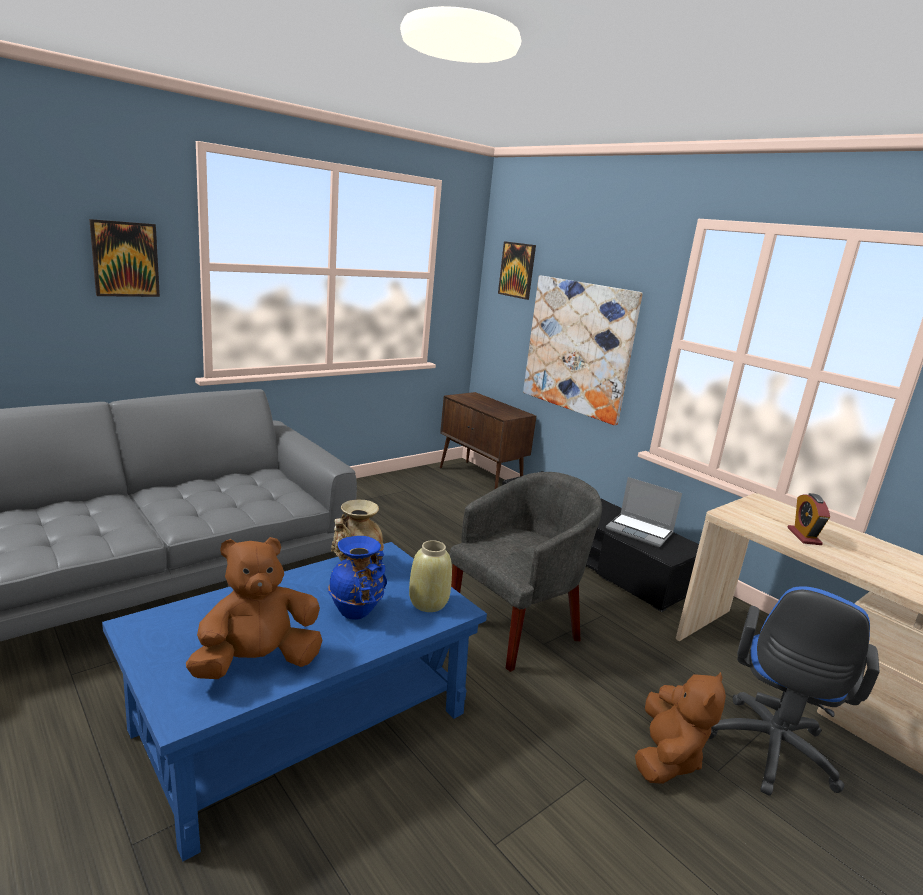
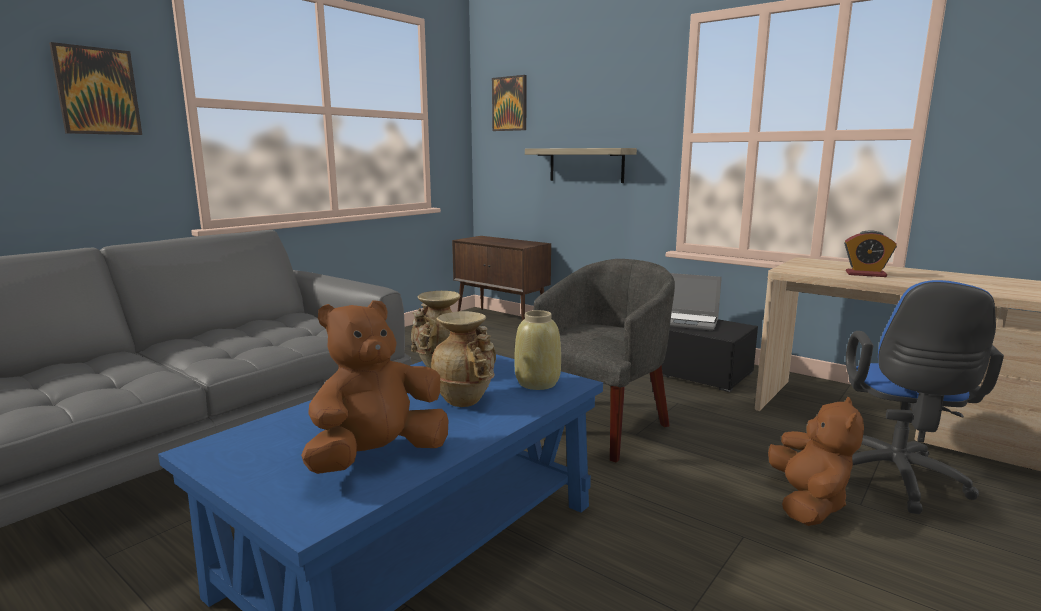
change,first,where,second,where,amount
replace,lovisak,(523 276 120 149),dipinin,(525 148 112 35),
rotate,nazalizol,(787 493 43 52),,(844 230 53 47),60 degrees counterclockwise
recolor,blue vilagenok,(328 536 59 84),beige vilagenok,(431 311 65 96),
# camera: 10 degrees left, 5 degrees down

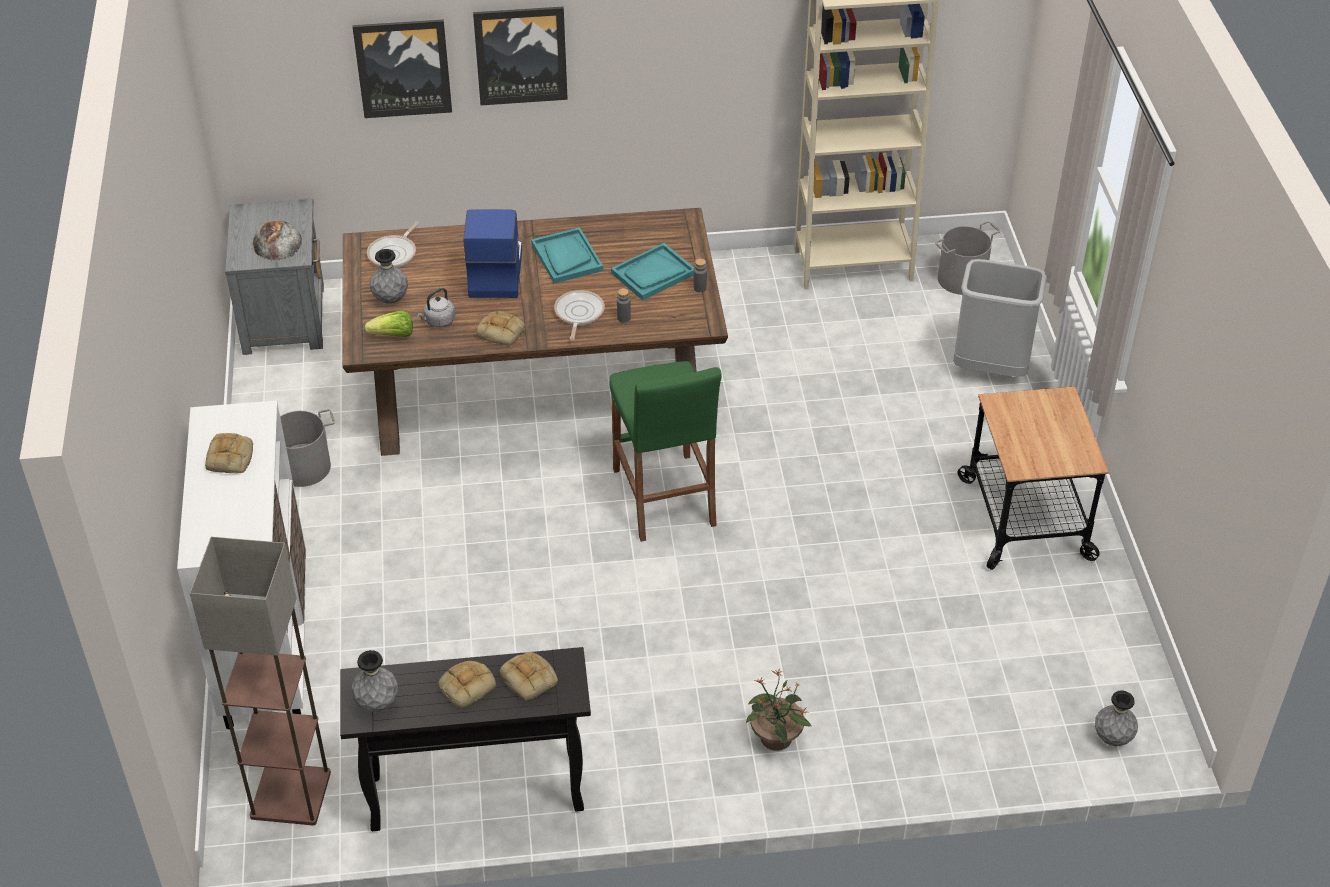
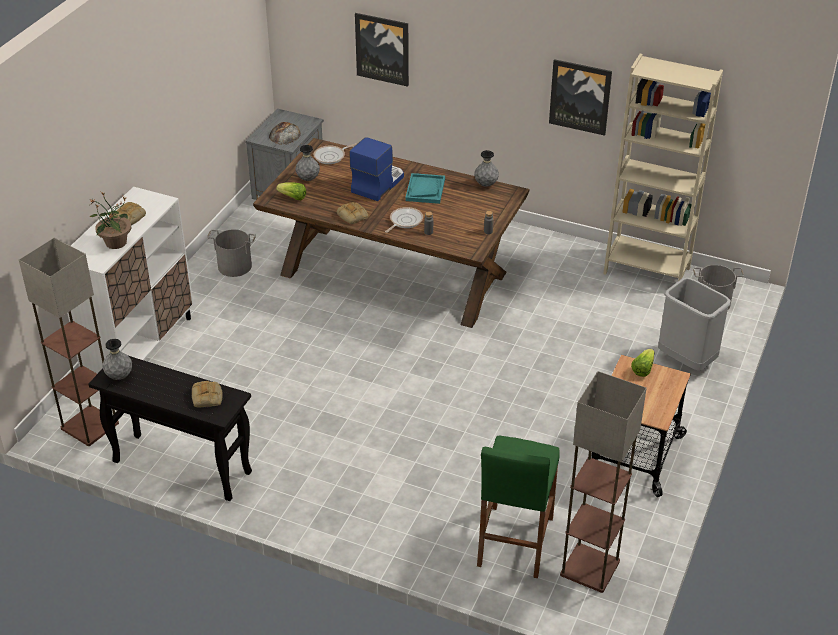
change,first,where,second,where,amount
move,lovisak,(473 7 95 98),,(549 59 63 77),
delete,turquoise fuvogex,(611 243 83 57),,,
delete,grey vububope,(416 288 40 39),,,
move,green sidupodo,(609 361 113 181),,(477 436 83 142),
delete,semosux,(438 661 58 48),,,
move,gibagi,(746 669 65 82),,(89 192 42 57),
move,grey vilagenok,(1095 691 43 55),,(474 150 25 37),
insert,,,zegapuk,(631 349 24 28),
insert,,,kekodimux,(560 371 87 222),
# camera: 30 degrees right, 5 degrees down

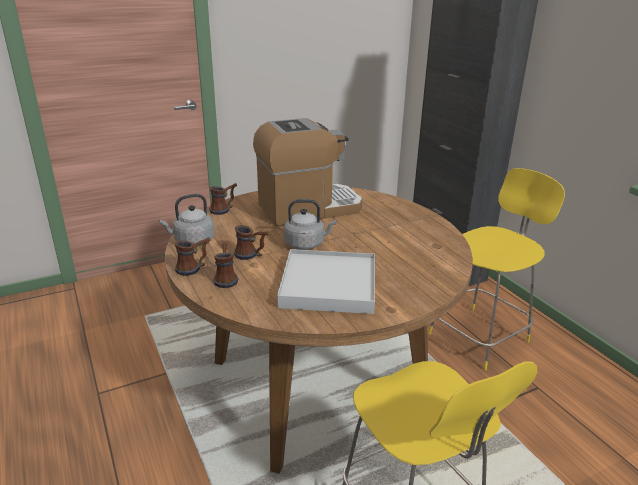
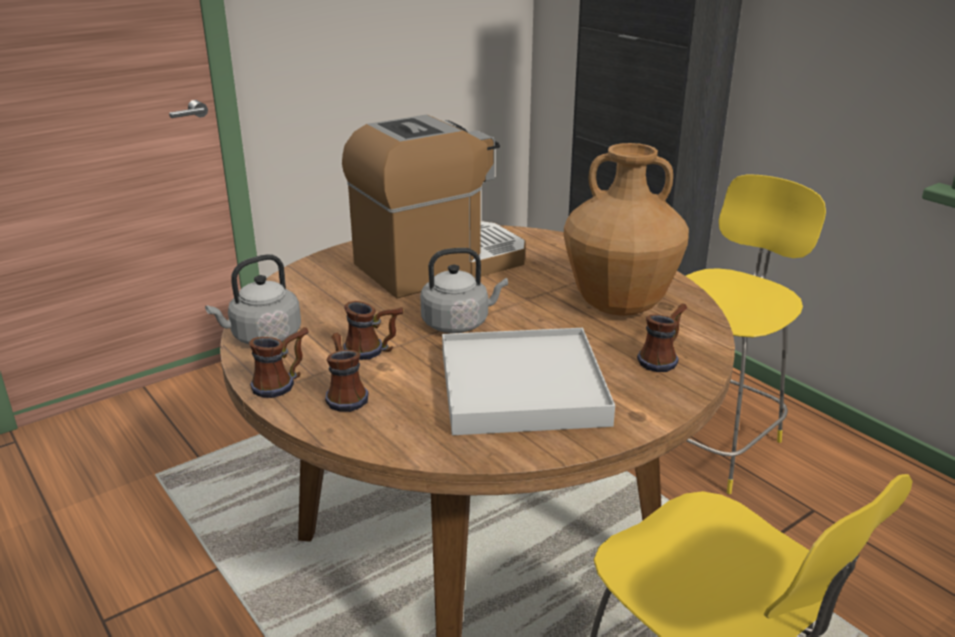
change,first,where,second,where,amount
move,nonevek,(209 183 28 32),,(637 304 50 68),
insert,,,brown vilagenok,(564 143 125 173),
# camera: 10 degrees left, 0 degrees up

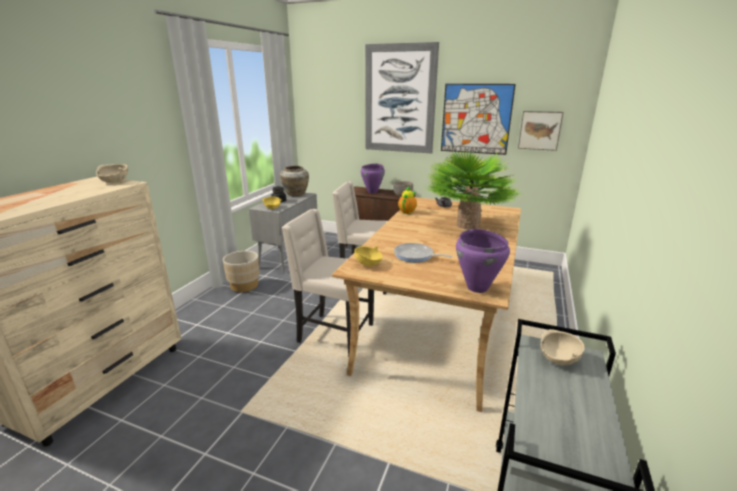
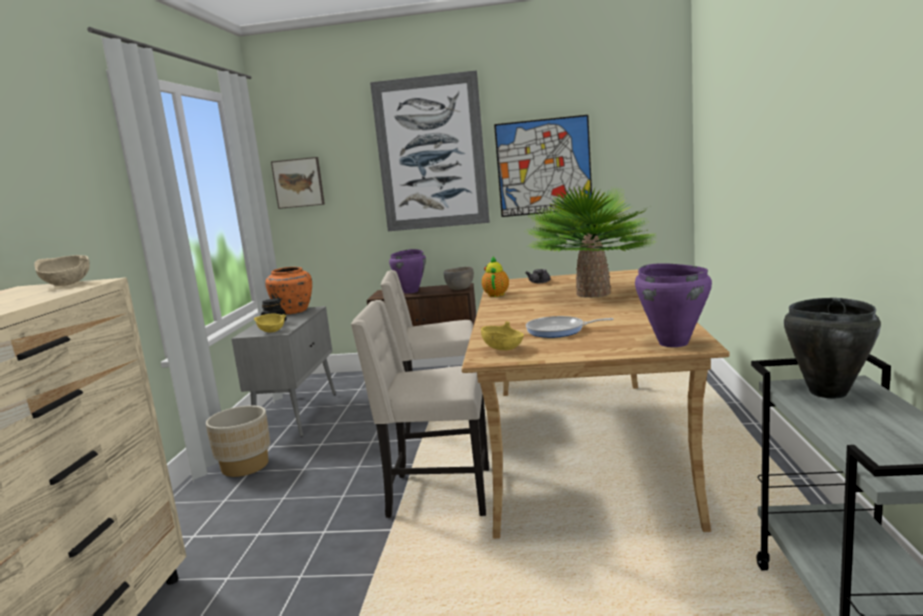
change,first,where,second,where,amount
move,lovisak,(518 111 46 40),,(271 157 54 52),
recolor,beige vilagenok,(280 166 29 30),orange vilagenok,(265 267 47 47),
replace,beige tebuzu,(541 329 43 36),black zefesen,(784 298 97 101),
# camera: 15 degrees left, 10 degrees down

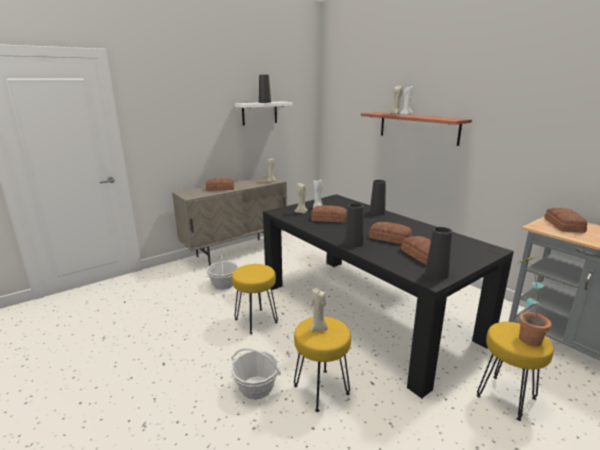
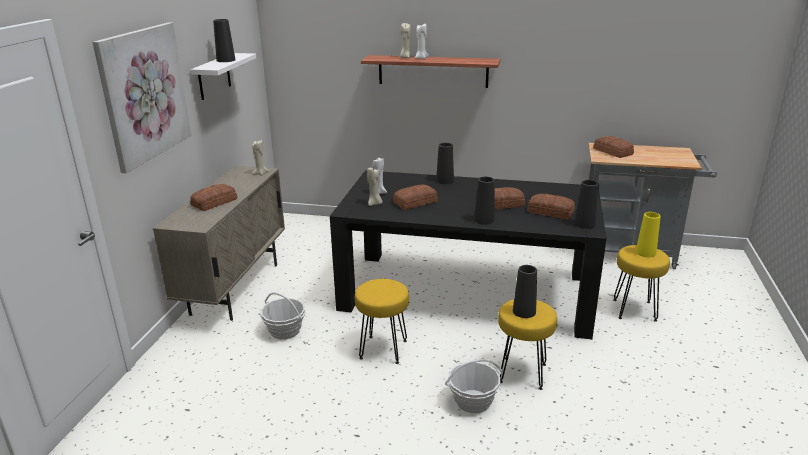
change,first,where,second,where,amount
replace,gibagi,(519 257 33 89),yellow vilagenok,(635 212 26 45),
replace,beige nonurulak,(310 288 18 44),black vilagenok,(513 265 24 53),
insert,,,lovisak,(93 22 98 151),
# camera: 40 degrees left, 5 degrees up

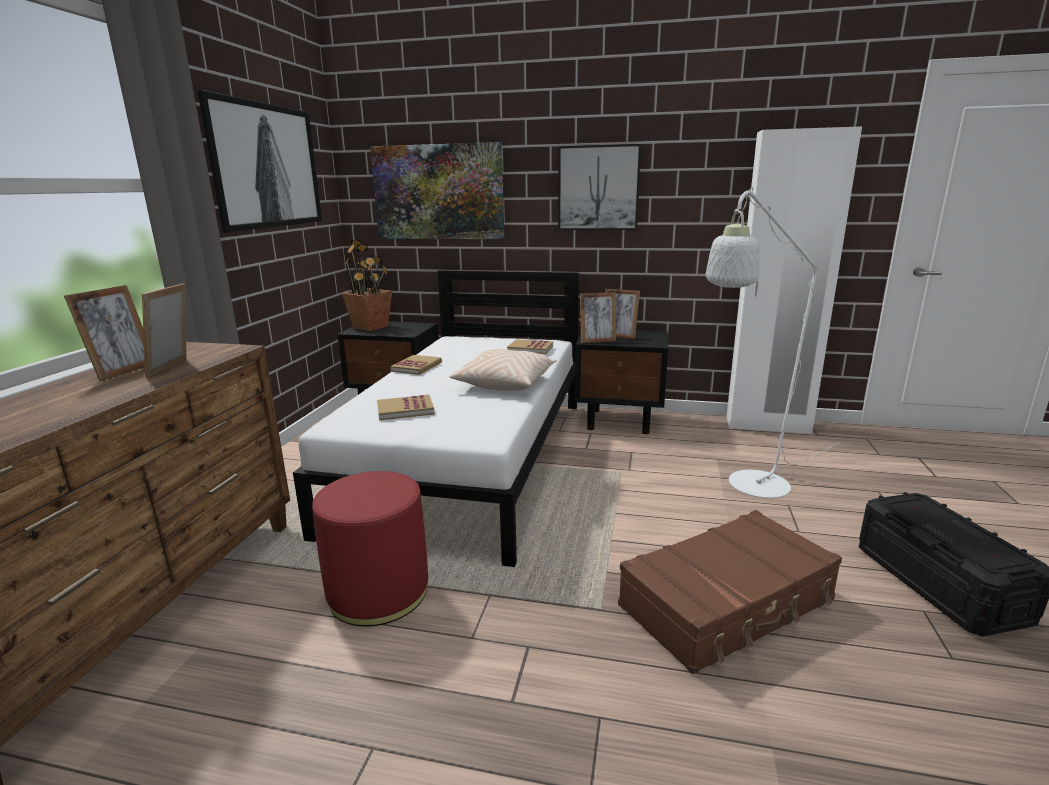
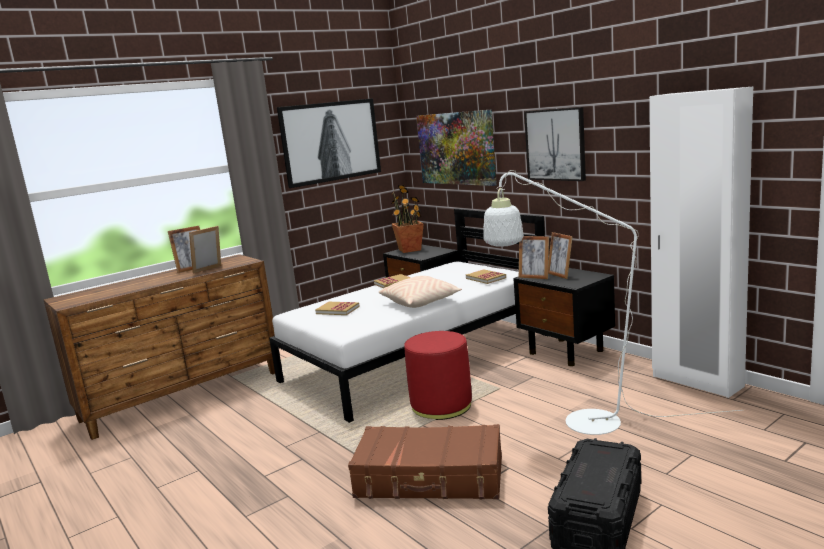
change,first,where,second,where,amount
move,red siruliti,(312 471 116 155),,(404 331 68 89),
# camera: 40 degrees right, 5 degrees down

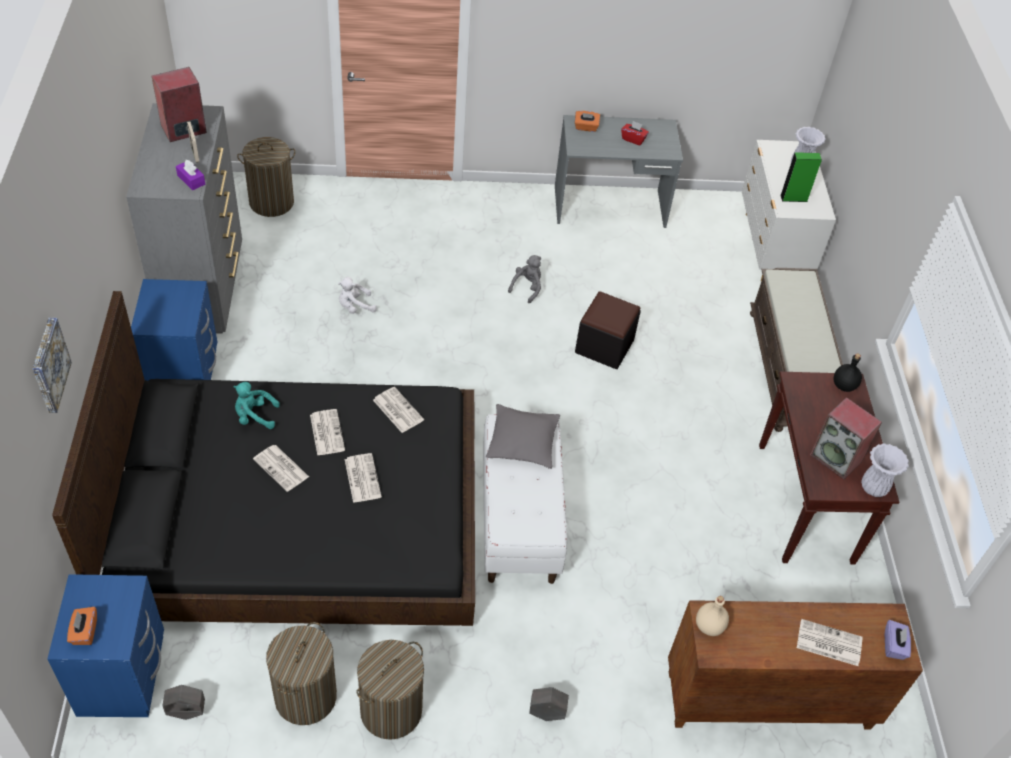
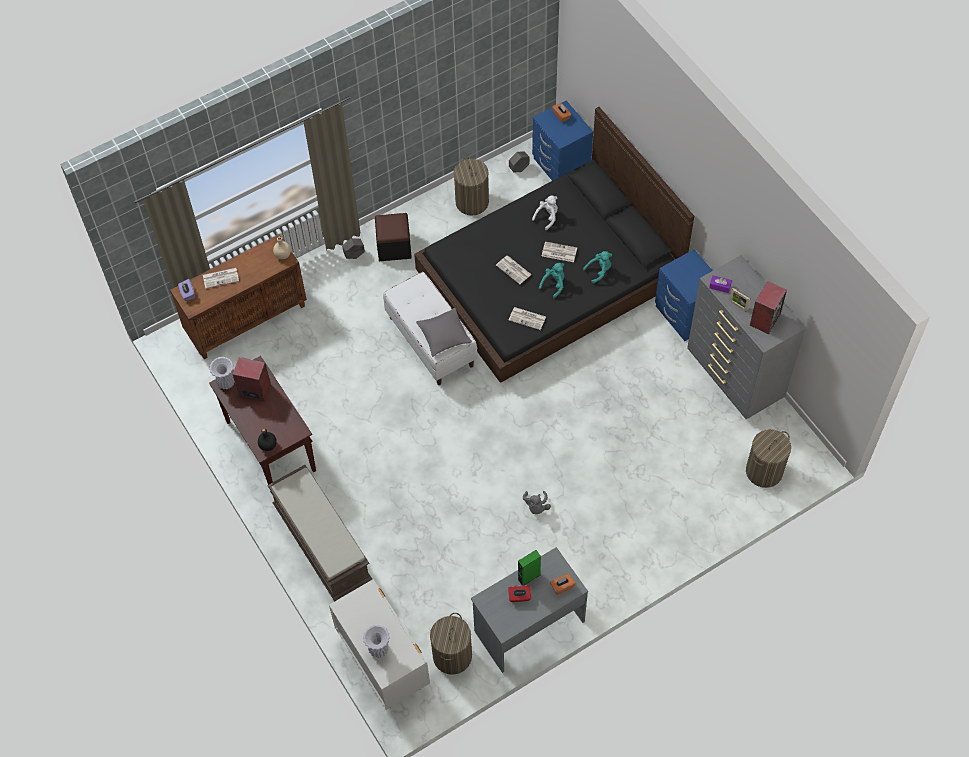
change,first,where,second,where,amount
move,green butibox,(780 152 42 50),,(518 550 23 35),
move,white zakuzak,(338 277 39 37),,(532 196 26 34),
move,black siruliti,(575 291 66 78),,(375 213 37 48),
delete,lovisak,(33 318 39 95),,,
replace,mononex,(310 409 35 47),turquoise zakuzak,(539 263 26 35),
move,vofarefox,(357 640 67 100),,(430 613 42 62),
# camera: 155 degrees right, 10 degrees up

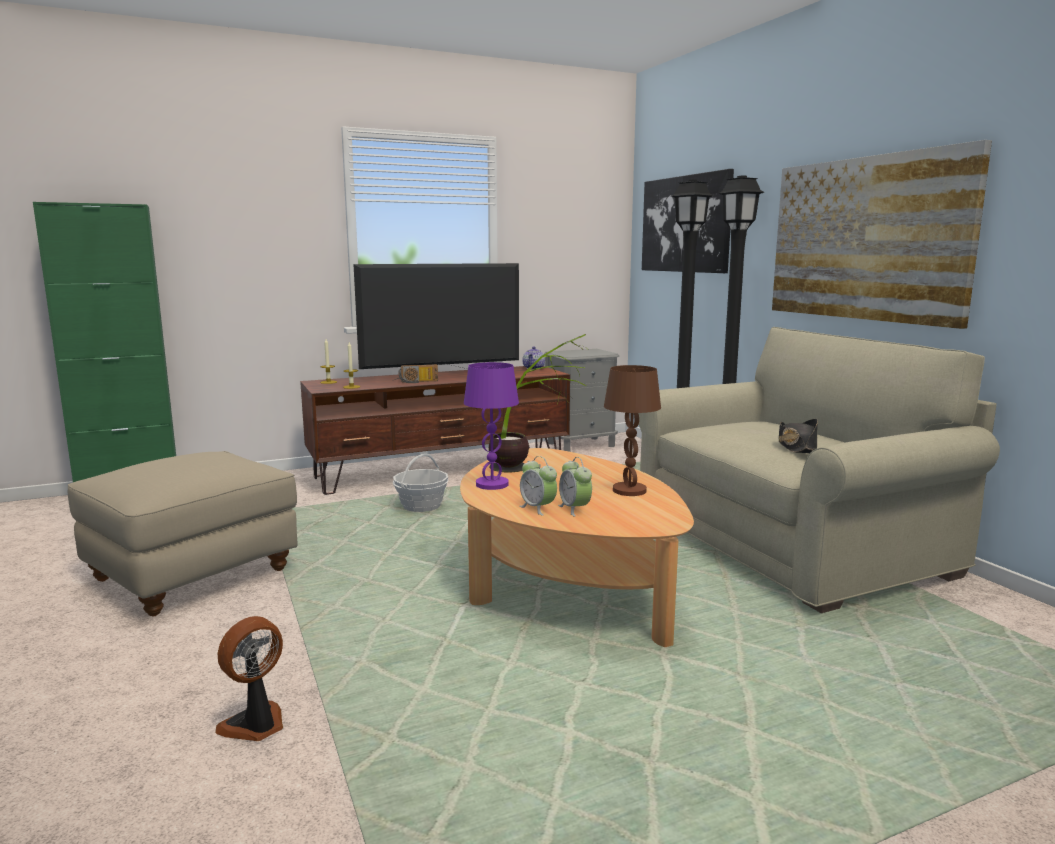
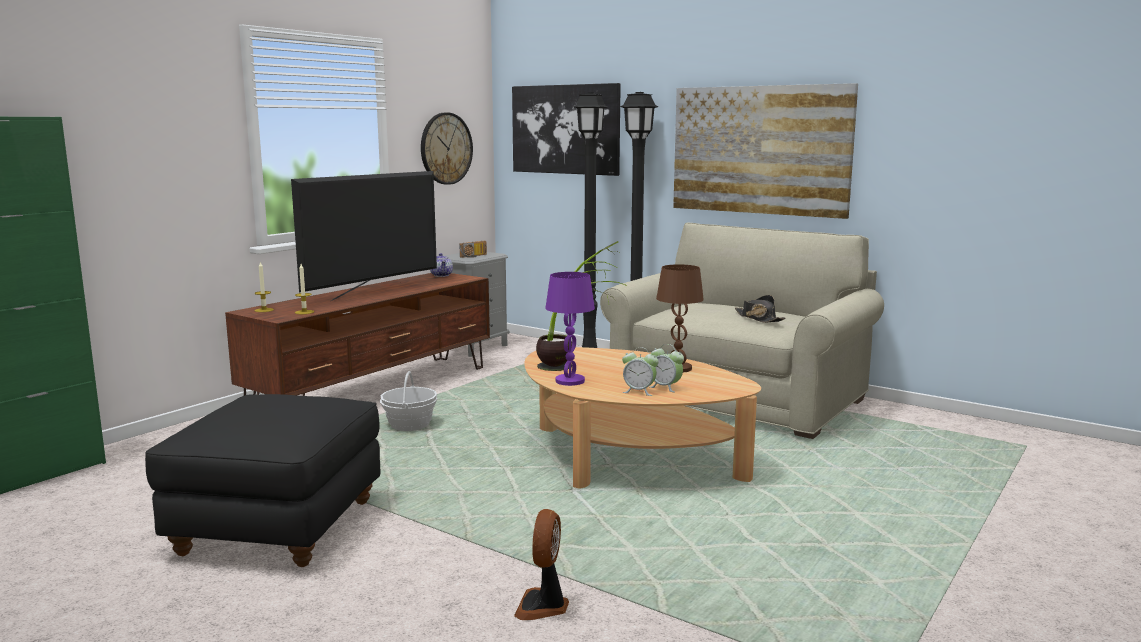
change,first,where,second,where,amount
move,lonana,(398 364 40 19),,(459 241 28 17),
recolor,beige siruliti,(68 451 230 165),black siruliti,(145 394 235 173),
insert,,,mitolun,(421 112 52 73),
# camera: 30 degrees left, 0 degrees up

